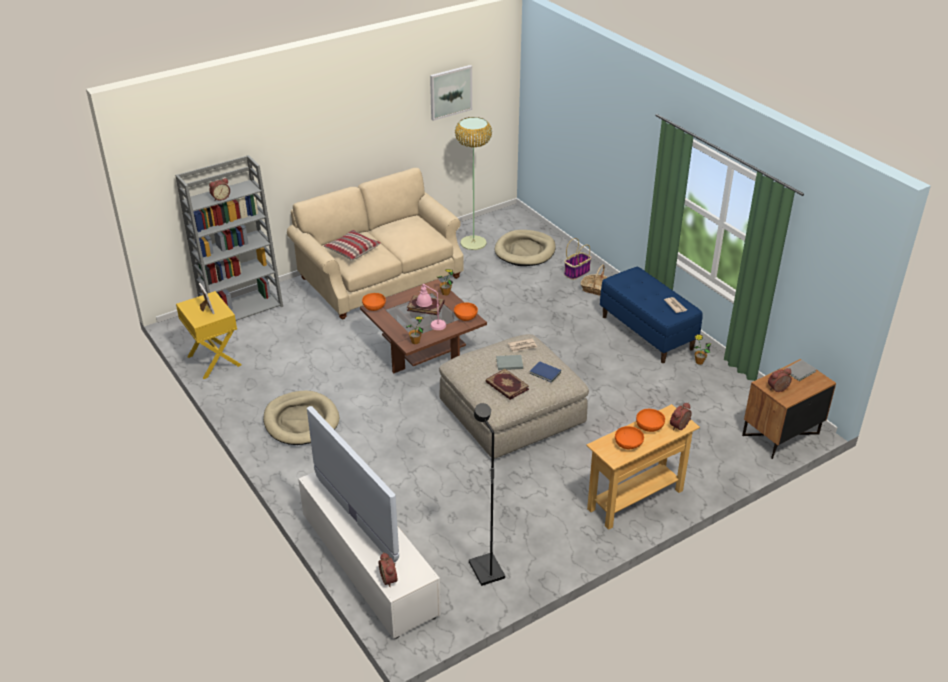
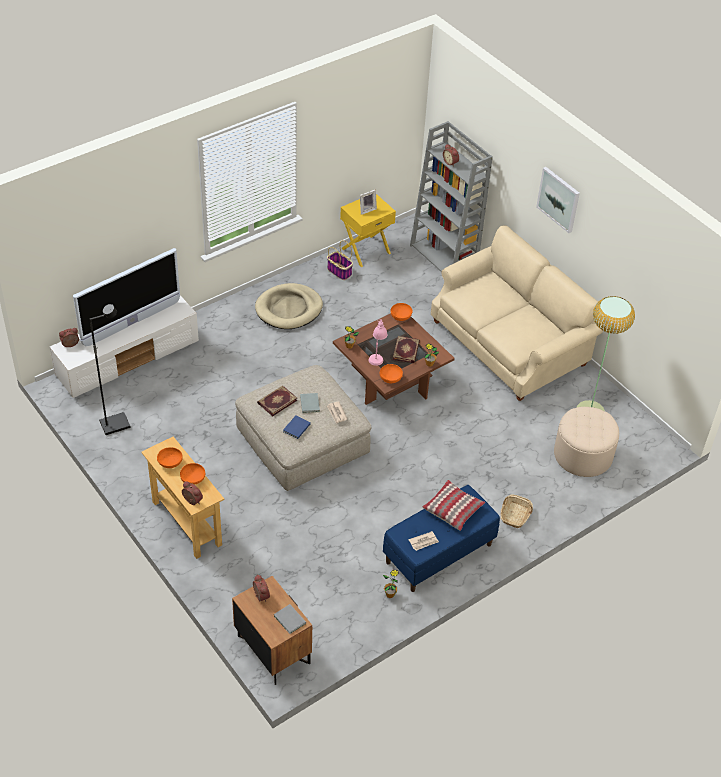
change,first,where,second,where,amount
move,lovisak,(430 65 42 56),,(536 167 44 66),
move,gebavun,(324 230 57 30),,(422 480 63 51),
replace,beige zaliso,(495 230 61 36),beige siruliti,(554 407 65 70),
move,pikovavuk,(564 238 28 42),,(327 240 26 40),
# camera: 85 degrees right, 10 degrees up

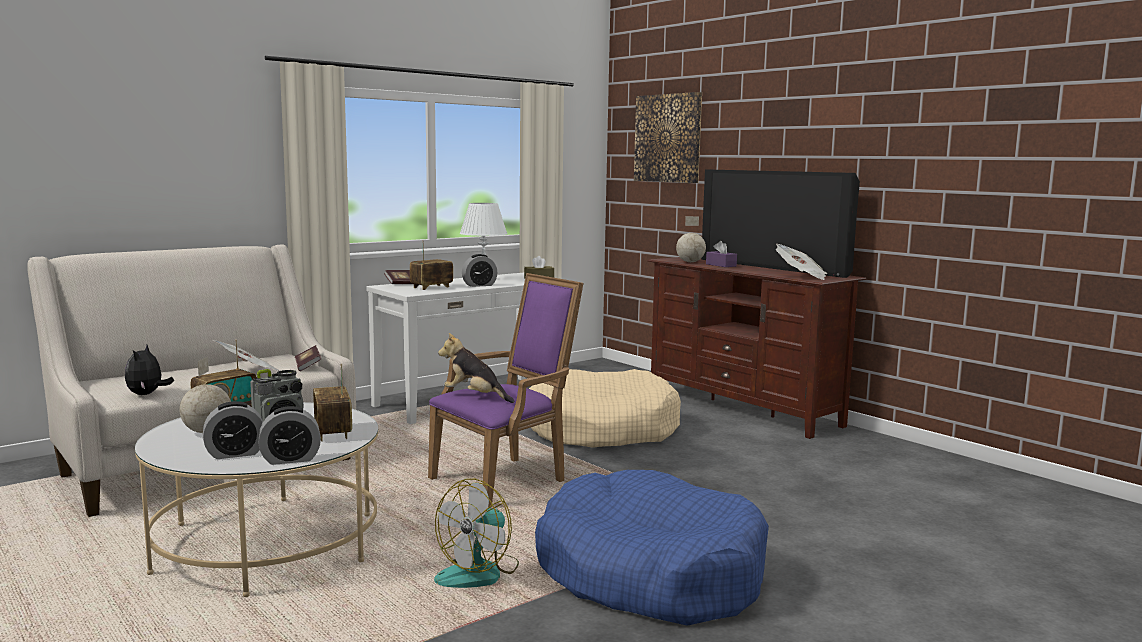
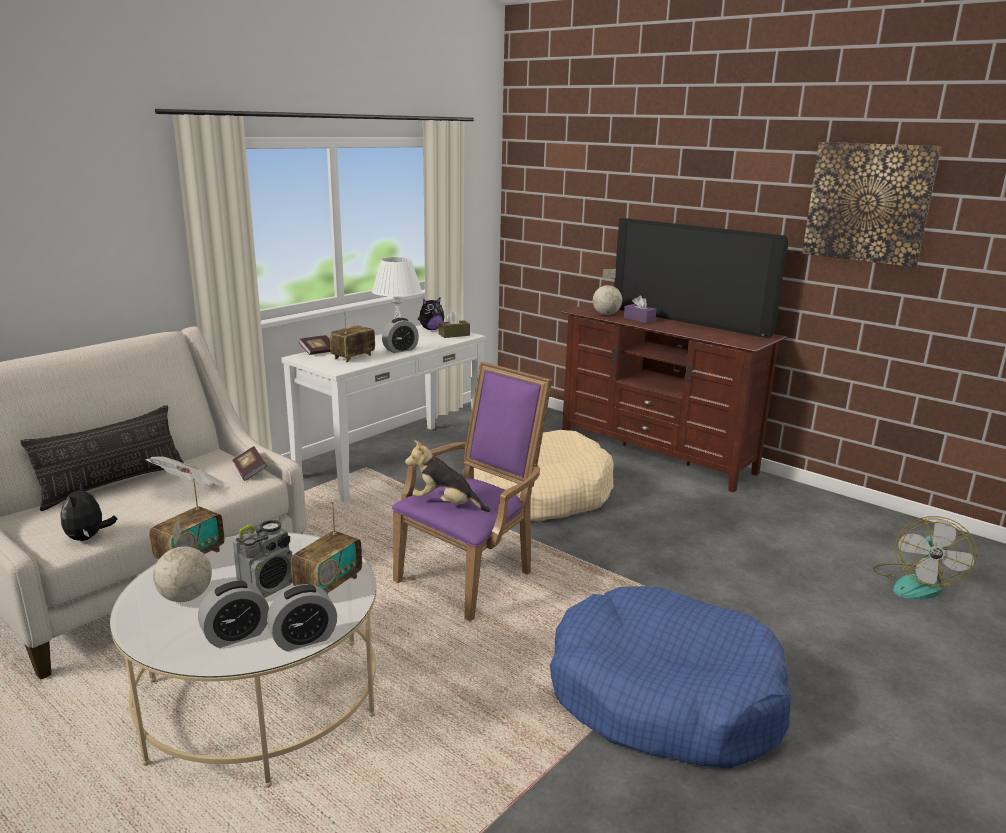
change,first,where,second,where,amount
move,lovisak,(634 92 68 91),,(802 142 140 125),
delete,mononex,(776 244 51 36),,,
rotate,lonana,(313 364 39 77),,(291 501 71 93),120 degrees counterclockwise
move,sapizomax,(434 479 85 109),,(873 516 104 83),
insert,,,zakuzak,(418 297 26 33),
insert,,,gebavun,(21 405 163 106),
# camera: 10 degrees left, 10 degrees up

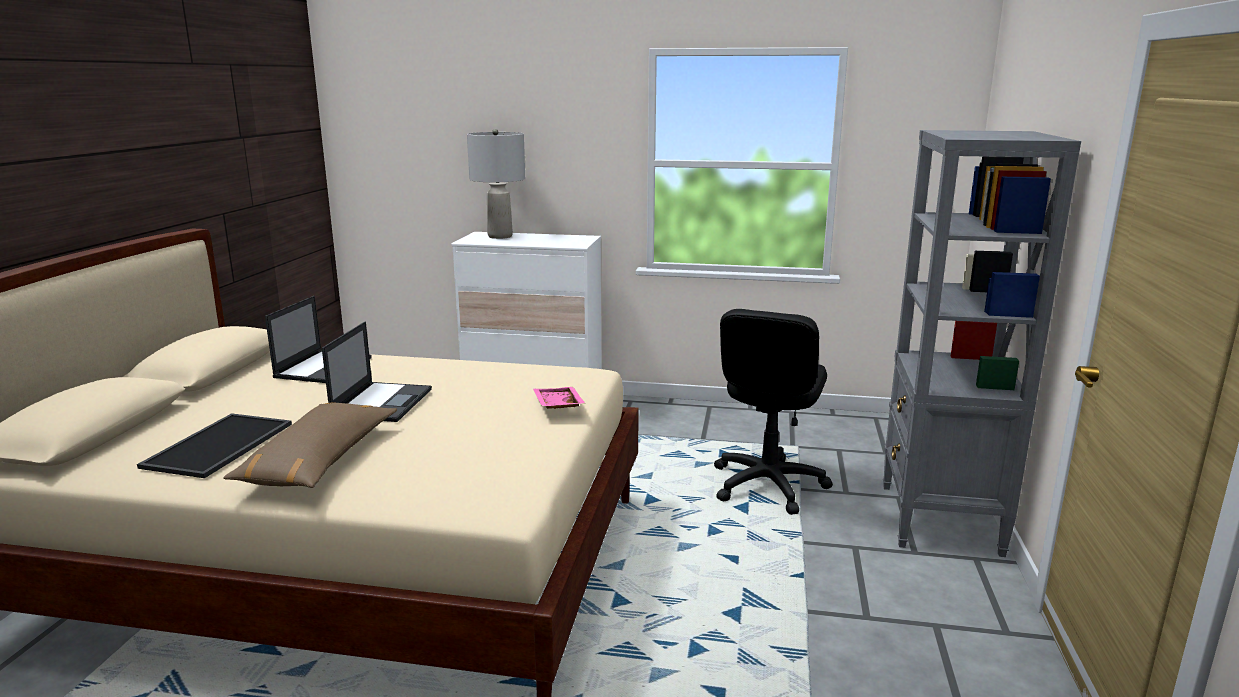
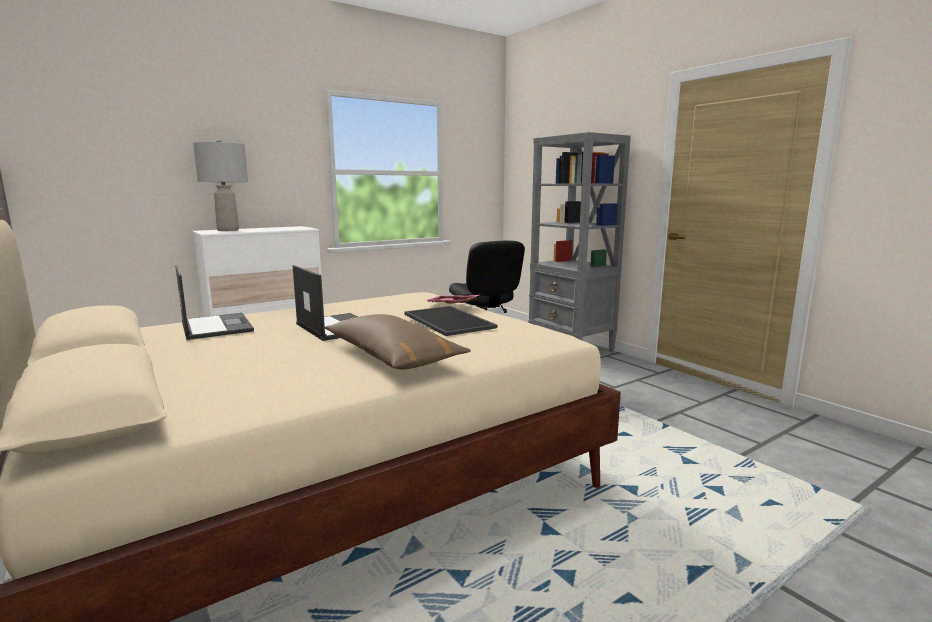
change,first,where,second,where,amount
move,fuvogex,(137 413 155 65),,(404 306 93 30),
# camera: 45 degrees left, 5 degrees down

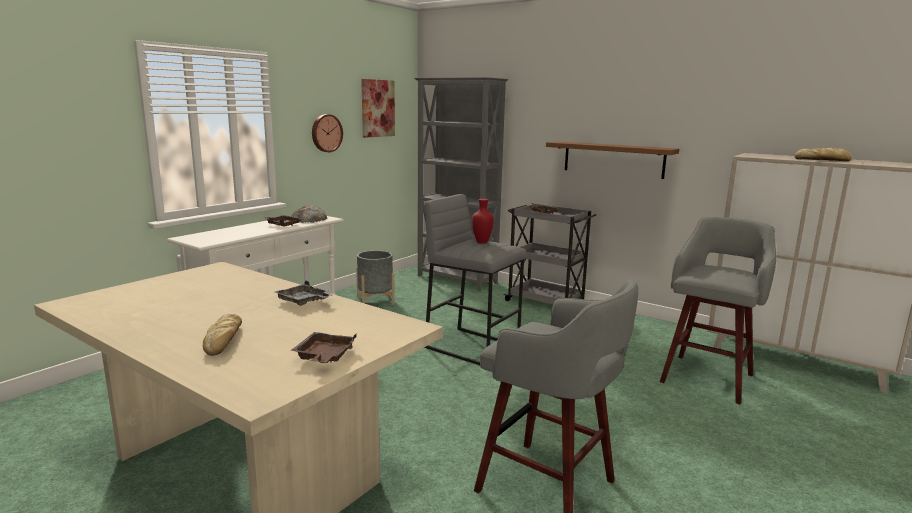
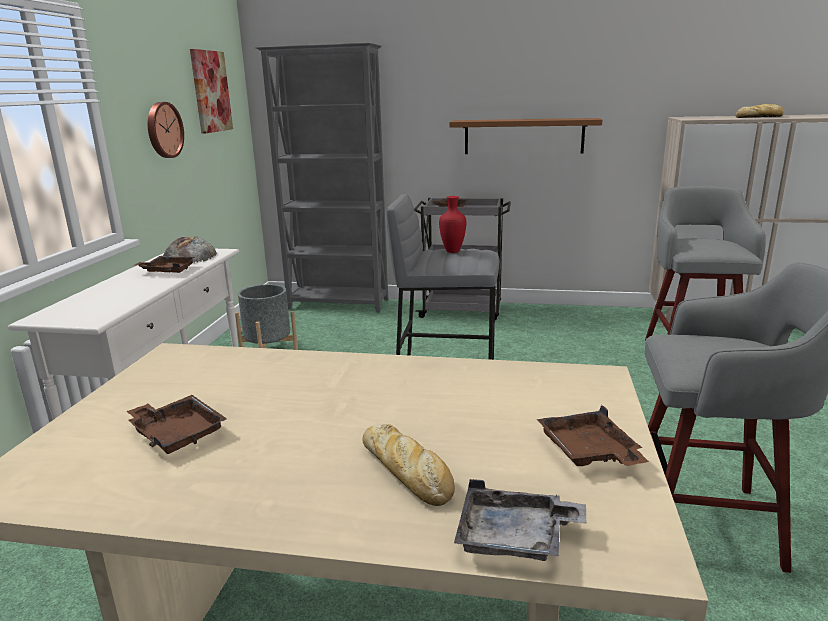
change,first,where,second,where,amount
move,grey fuvogex,(274 281 59 25),,(454 479 133 82),
insert,,,brown fuvogex,(126 395 101 59),
# camera: 25 degrees left, 5 degrees up

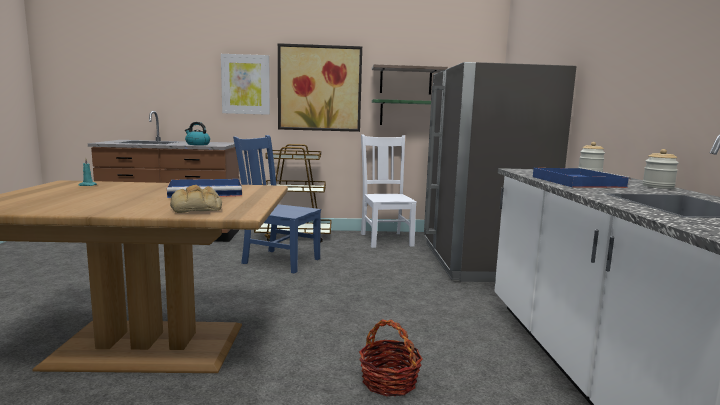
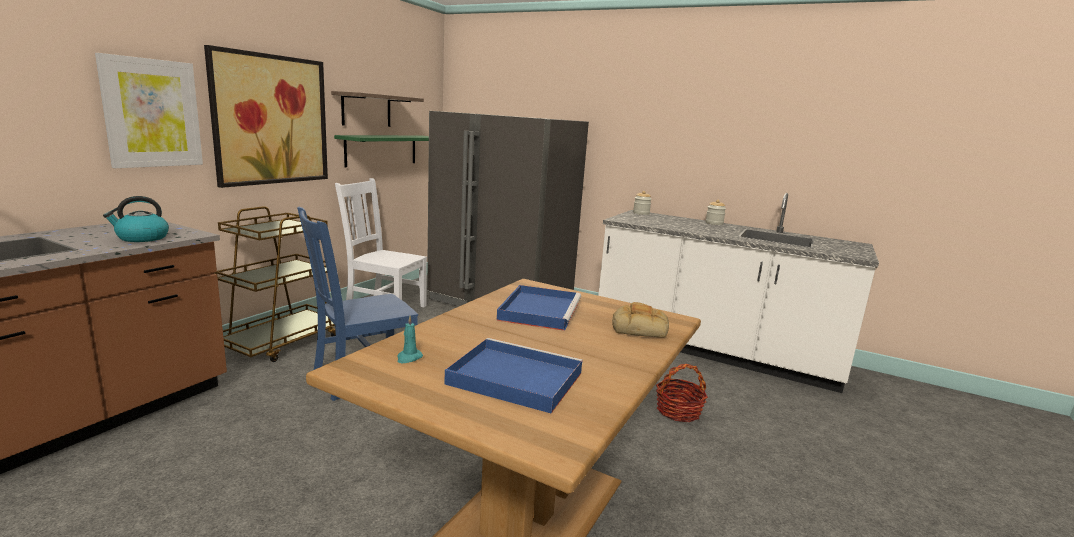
change,first,where,second,where,amount
move,blue fuvogex,(533 168 98 20),,(444 338 139 76),
# camera: 60 degrees left, 5 degrees up

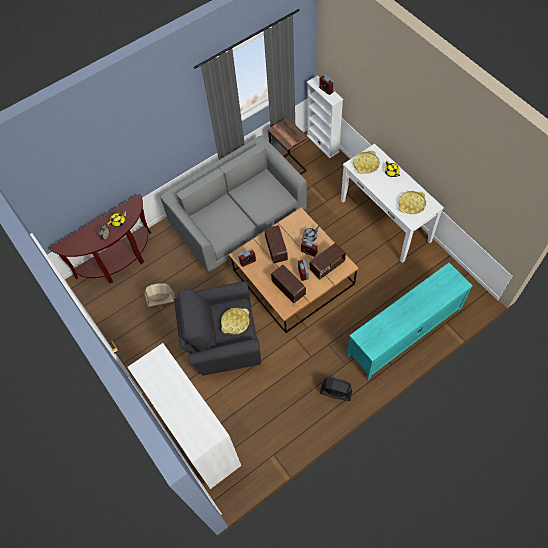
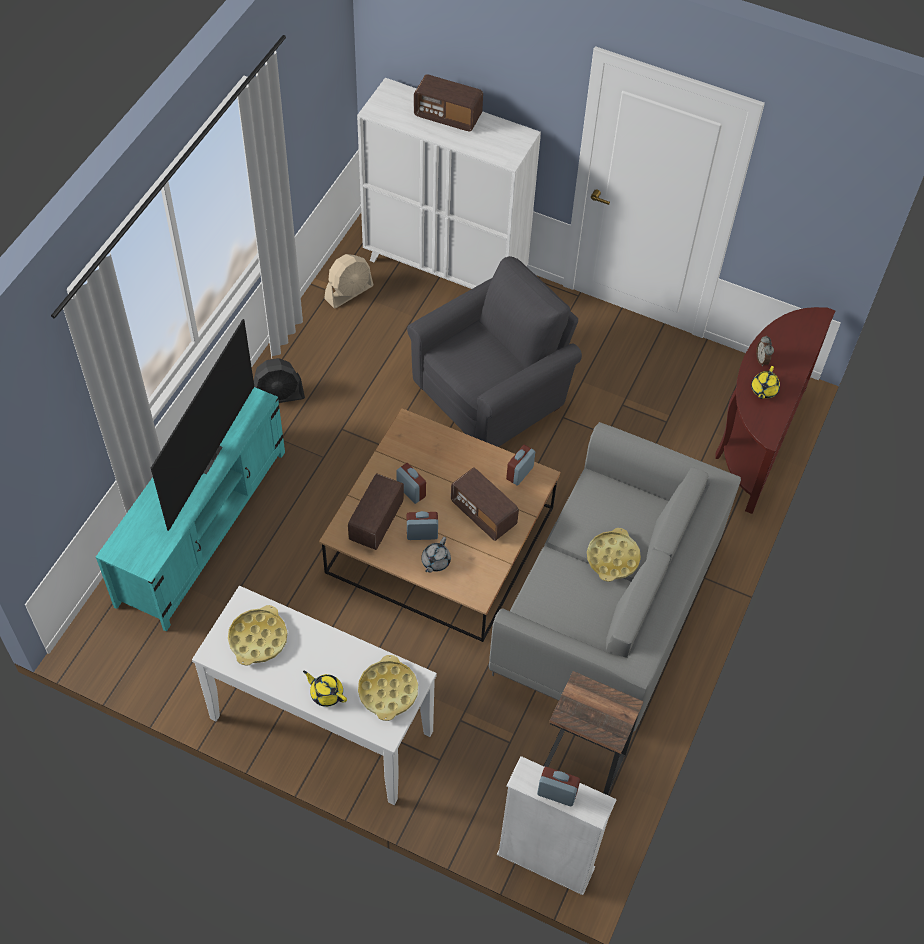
change,first,where,second,where,amount
move,lonana,(271 265 35 38),,(414 74 69 57),
move,beige sapizomax,(145 283 30 24),,(324 254 49 55),
move,yellow fuvogex,(221 308 29 27),,(587 528 54 54),
insert,,,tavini,(151 319 103 212),
# camera: 145 degrees right, 5 degrees down

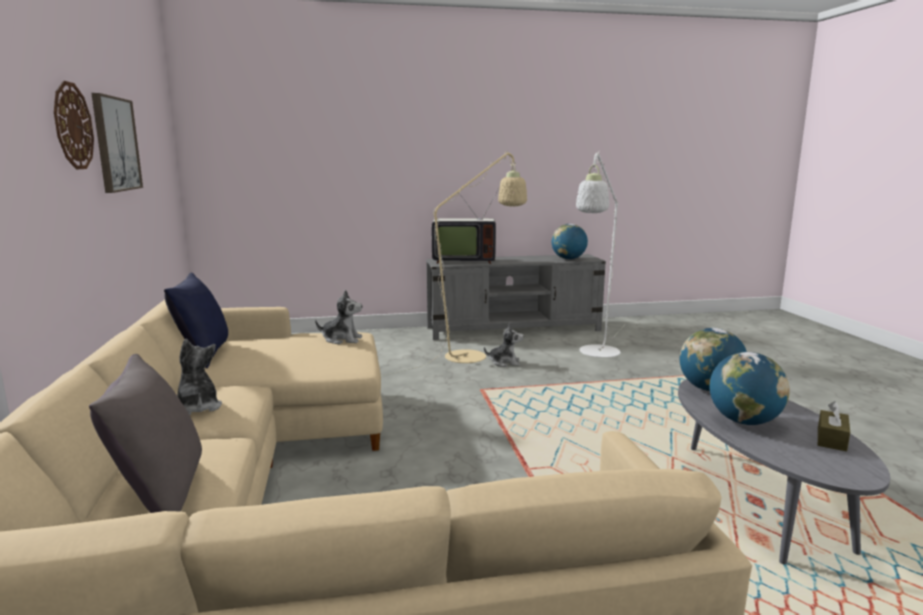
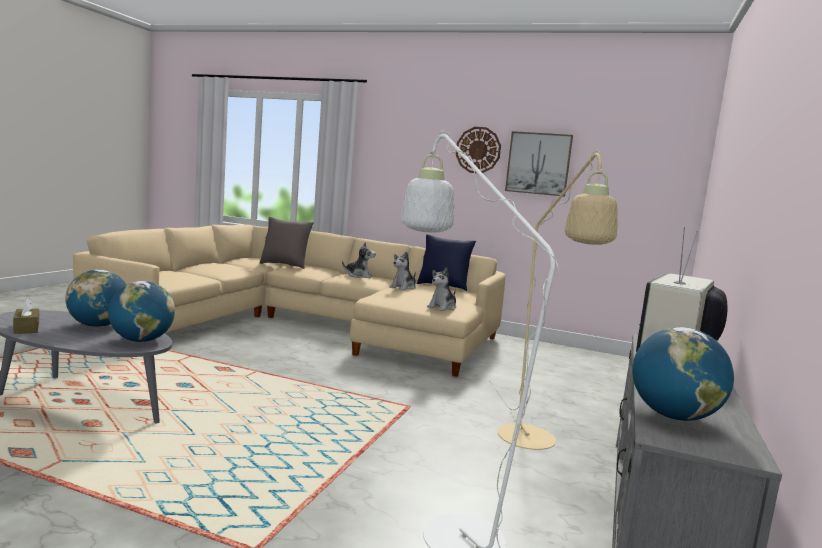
change,first,where,second,where,amount
move,zakuzak,(484 323 40 44),,(389 251 27 40),
# camera: 120 degrees right, 5 degrees down

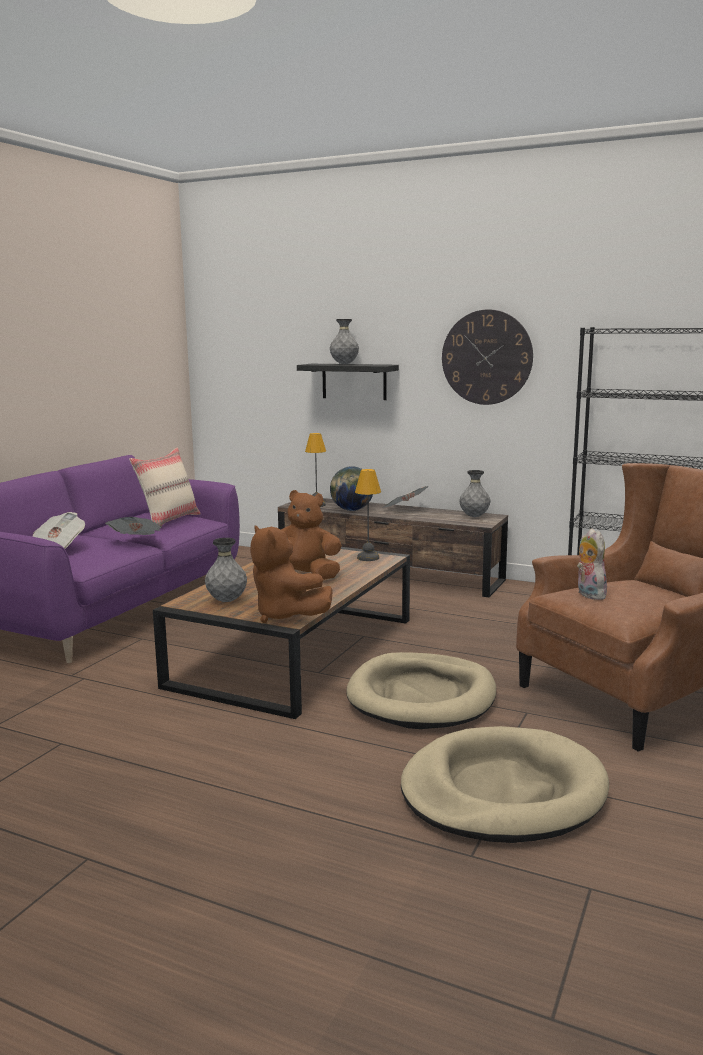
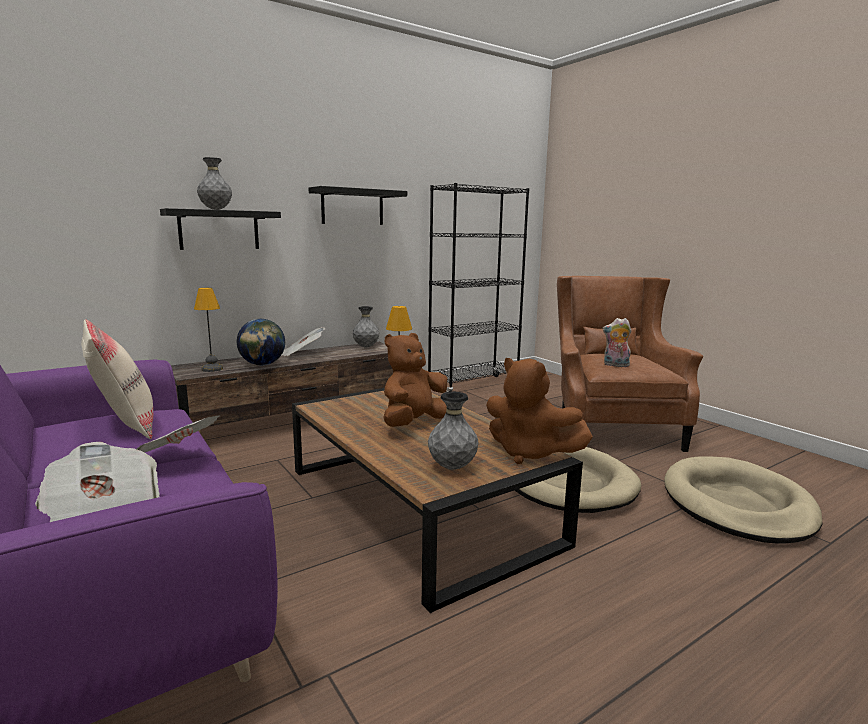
change,first,where,second,where,amount
replace,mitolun,(442 309 91 96),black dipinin,(308 186 99 39),
rotate,brown zakuzak,(250 525 83 98),,(486 358 107 106),45 degrees clockwise
# camera: 60 degrees left, 0 degrees up

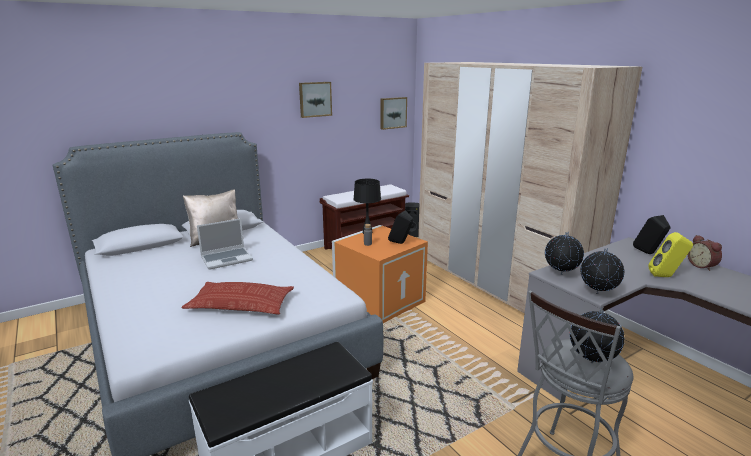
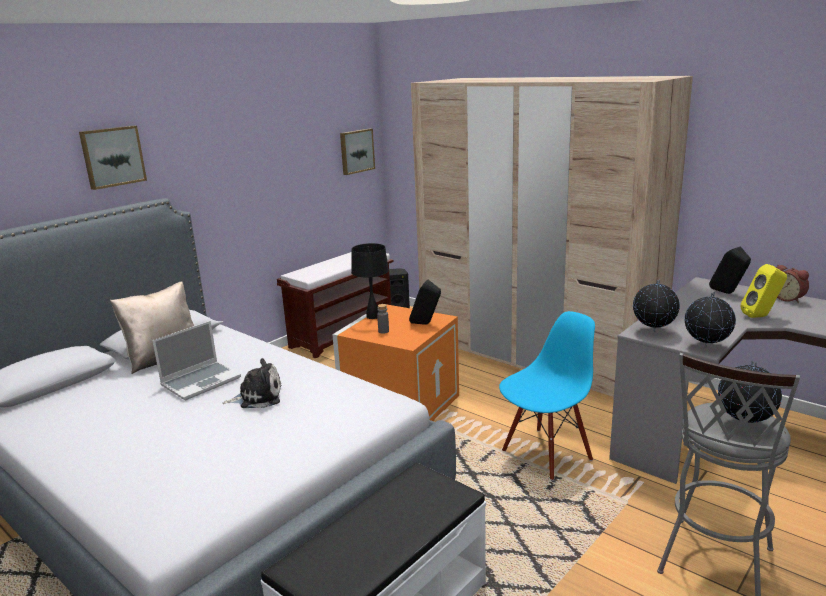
change,first,where,second,where,amount
move,lovisak,(299 82 33 36),,(79 125 68 65),
delete,gebavun,(182 282 112 32),,,
insert,,,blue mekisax,(499 311 96 169),
insert,,,zakuzak,(222 358 59 50),
# camera: 15 degrees left, 0 degrees up

